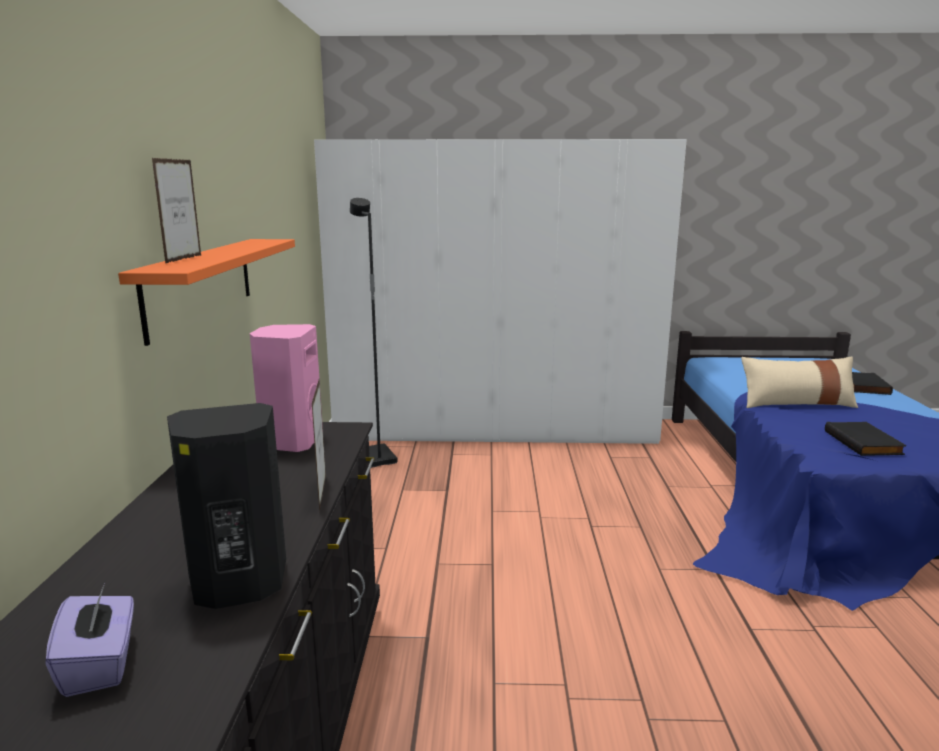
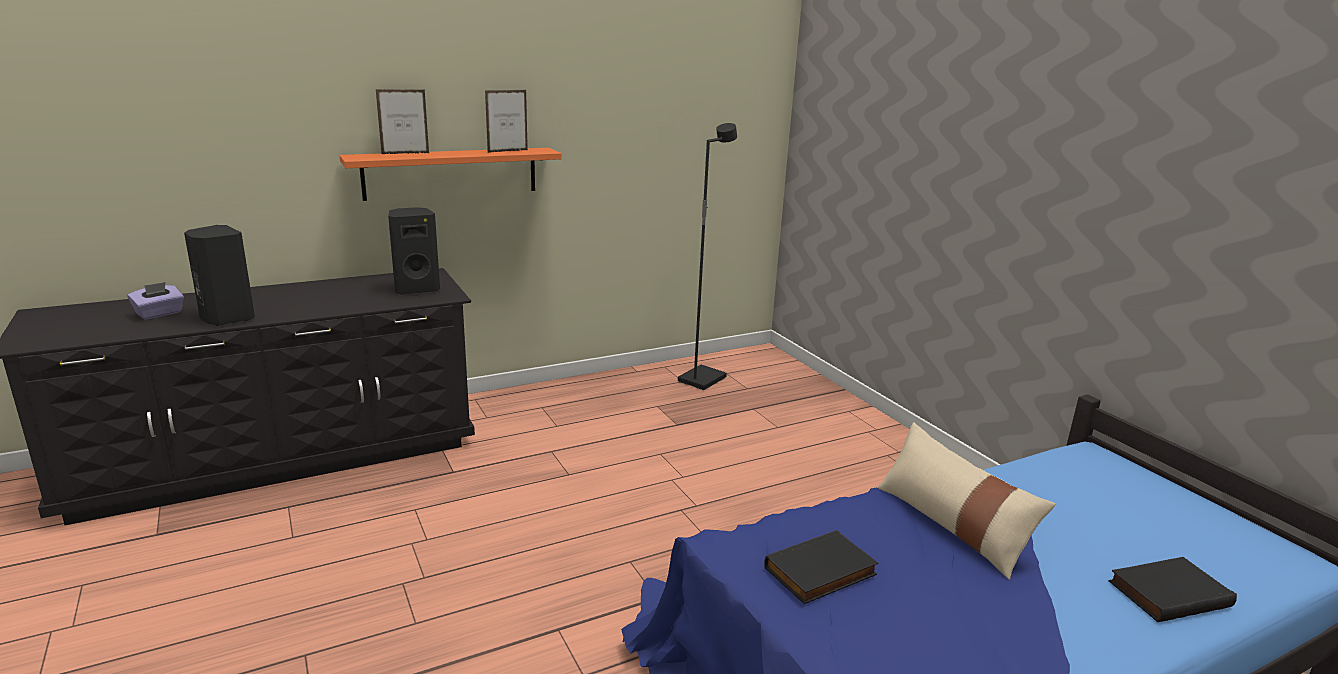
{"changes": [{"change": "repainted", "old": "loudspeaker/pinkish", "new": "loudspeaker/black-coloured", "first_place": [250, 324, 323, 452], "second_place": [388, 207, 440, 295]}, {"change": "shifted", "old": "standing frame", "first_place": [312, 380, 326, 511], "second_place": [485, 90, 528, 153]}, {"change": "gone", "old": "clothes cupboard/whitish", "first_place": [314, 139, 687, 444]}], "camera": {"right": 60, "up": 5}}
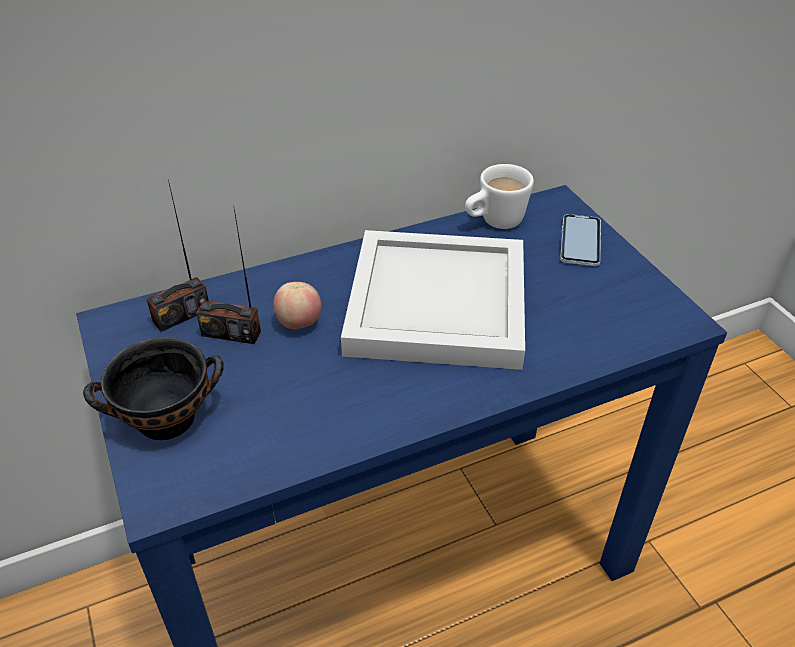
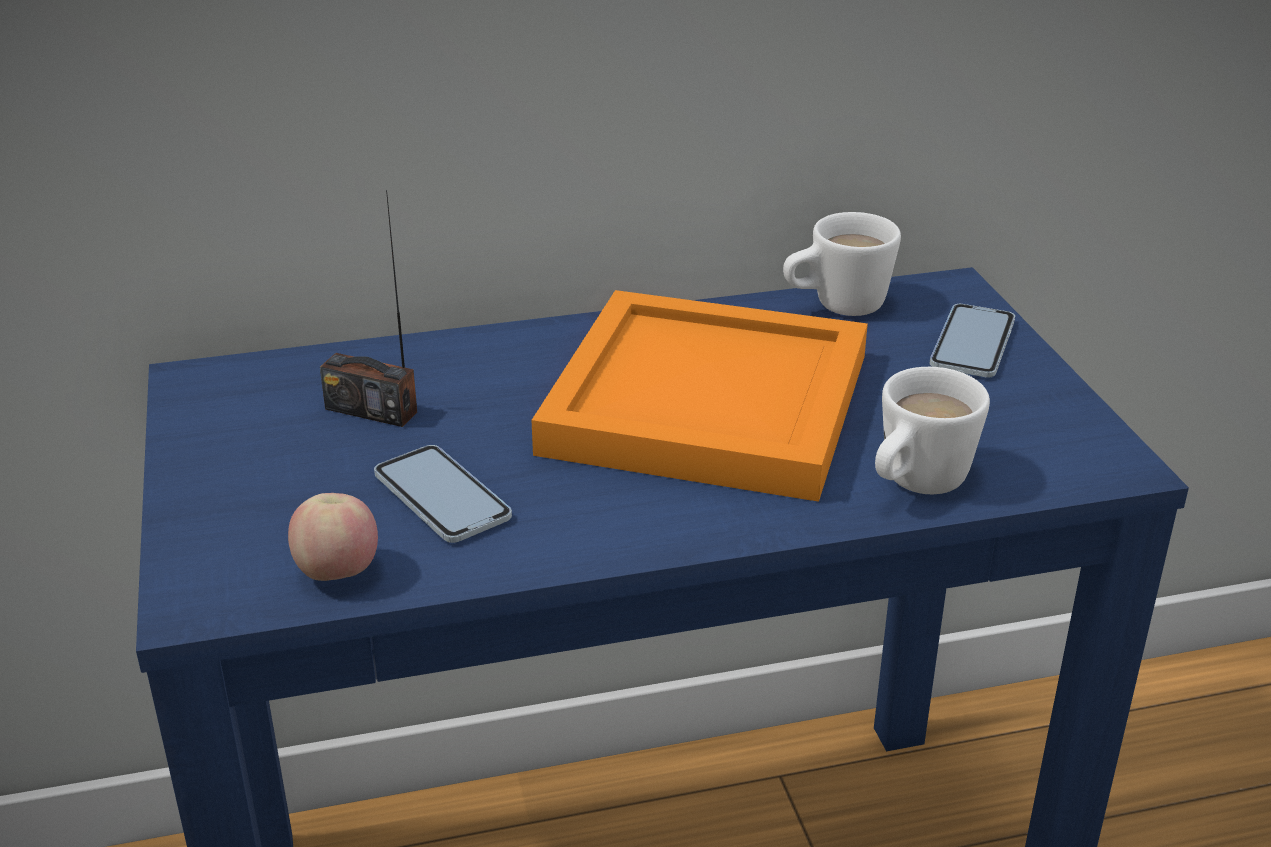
{"changes": [{"change": "gone", "old": "deep dish/black-coloured", "first_place": [83, 337, 224, 440]}, {"change": "gone", "old": "radio receiver", "first_place": [146, 179, 209, 332]}, {"change": "shifted", "old": "apple fruit", "first_place": [274, 282, 321, 329], "second_place": [288, 493, 378, 581]}, {"change": "repainted", "old": "serving tray/whitish", "new": "serving tray/orange-coloured", "first_place": [341, 230, 525, 370], "second_place": [531, 290, 868, 502]}, {"change": "new", "new": "telephone", "second_place": [374, 445, 512, 543]}, {"change": "new", "new": "tea mug/whitish", "second_place": [875, 367, 990, 494]}], "camera": {"right": 10, "up": -10}}
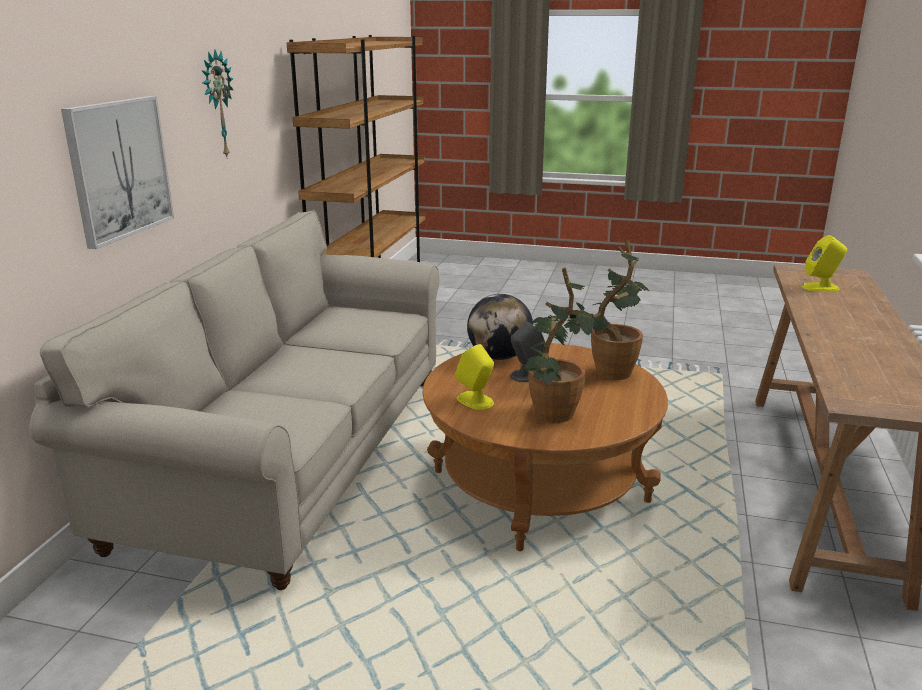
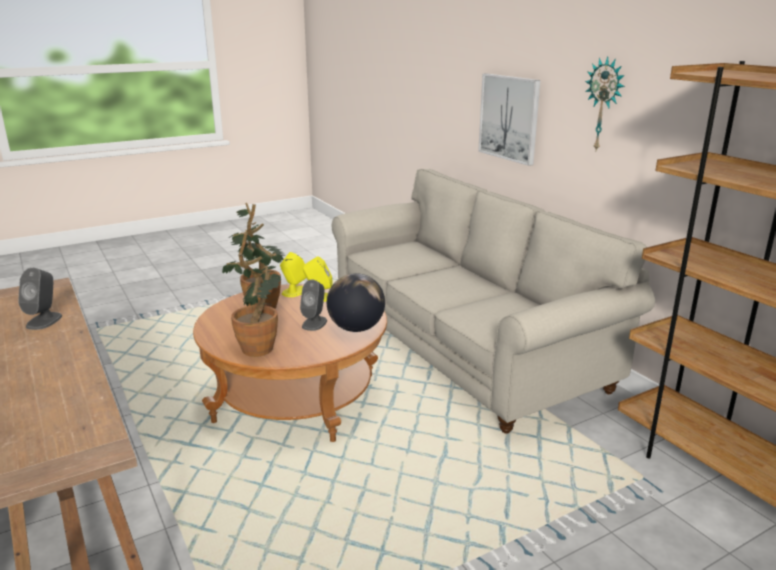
{"changes": [{"change": "shifted", "old": "loudspeaker/yellowish", "first_place": [802, 235, 847, 292], "second_place": [280, 252, 306, 297]}, {"change": "new", "new": "loudspeaker/gray", "second_place": [18, 268, 62, 330]}], "camera": {"right": 135, "up": 0}}
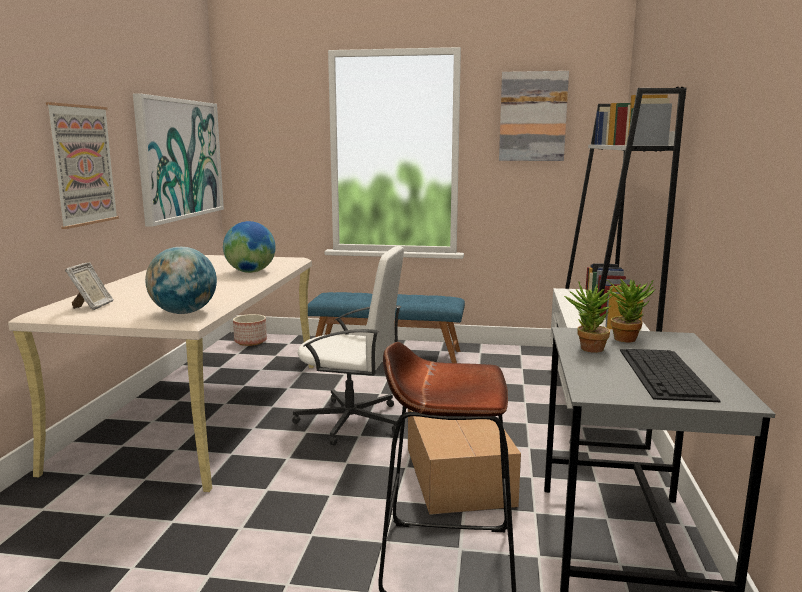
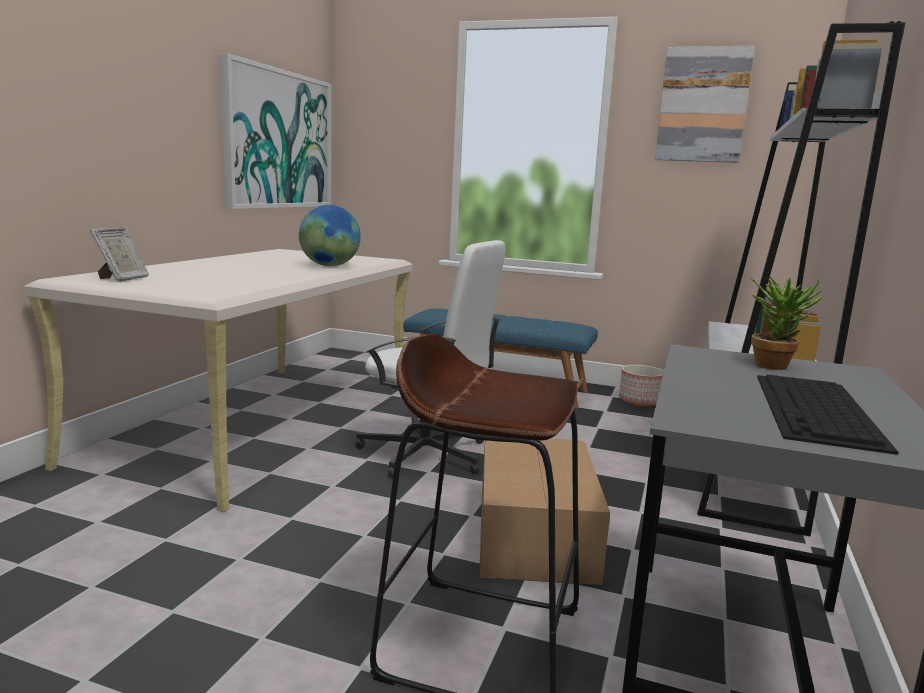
{"changes": [{"change": "gone", "old": "wall picture", "first_place": [46, 102, 119, 229]}, {"change": "gone", "old": "globe", "first_place": [145, 247, 217, 314]}, {"change": "shifted", "old": "plant pot", "first_place": [233, 314, 267, 346], "second_place": [619, 365, 664, 407]}, {"change": "gone", "old": "houseplant", "first_place": [564, 281, 617, 353]}], "camera": {"right": 10, "up": 0}}
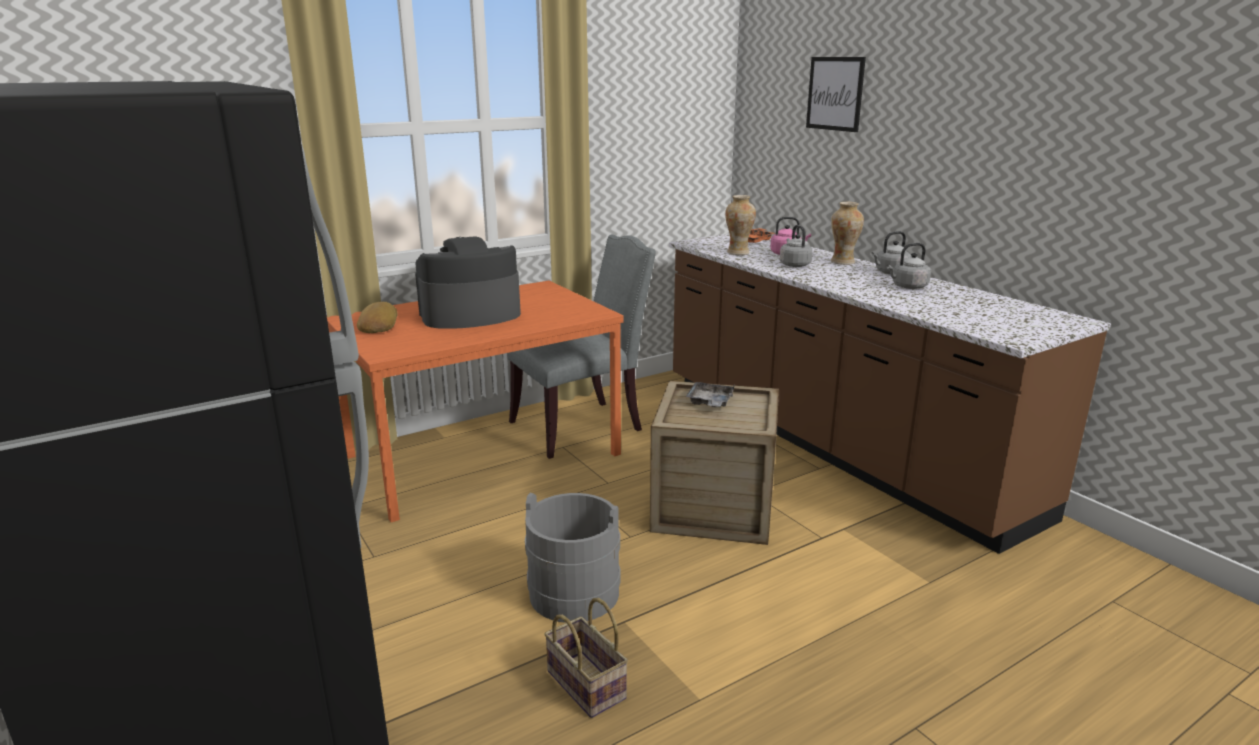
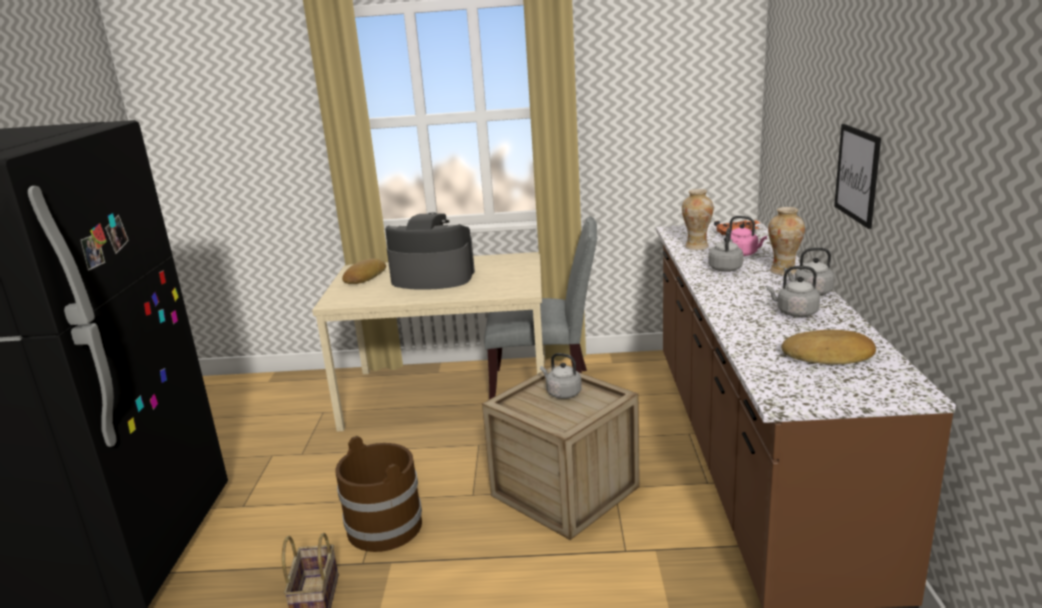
{"changes": [{"change": "repainted", "old": "kitchen table/orange-coloured", "new": "kitchen table/beige", "first_place": [327, 281, 624, 522], "second_place": [312, 252, 545, 431]}, {"change": "repainted", "old": "bucket/gray", "new": "bucket/brownish", "first_place": [525, 493, 621, 623], "second_place": [336, 436, 422, 552]}, {"change": "swapped", "old": "serving tray/gray", "new": "water kettle/gray", "first_place": [686, 382, 735, 407], "second_place": [540, 353, 582, 399]}, {"change": "shifted", "old": "wall picture", "first_place": [806, 57, 866, 132], "second_place": [834, 124, 881, 229]}, {"change": "new", "new": "bakery bread", "second_place": [781, 330, 876, 365]}], "camera": {"right": 35, "up": 0}}
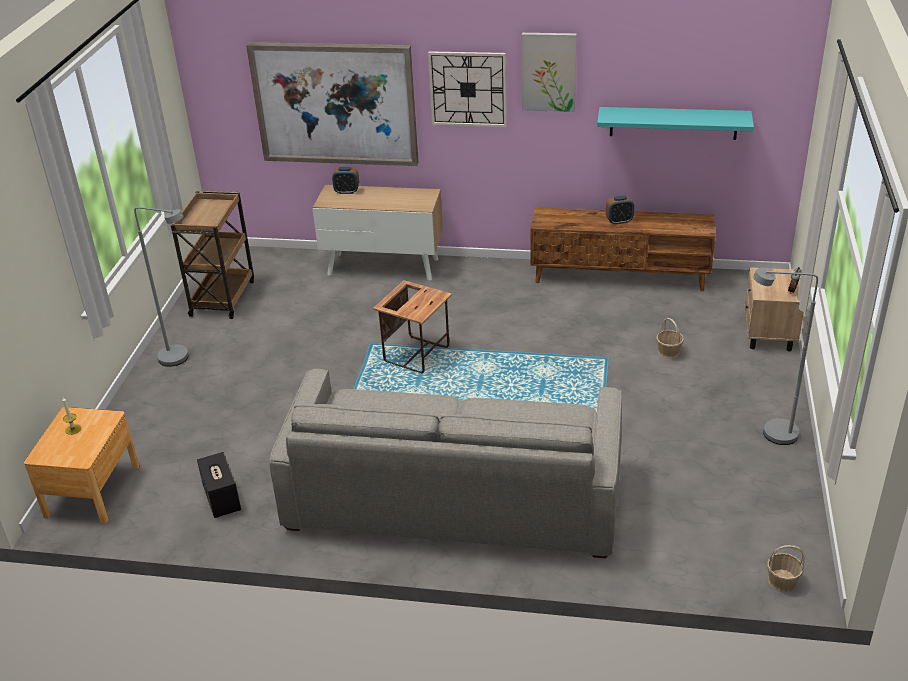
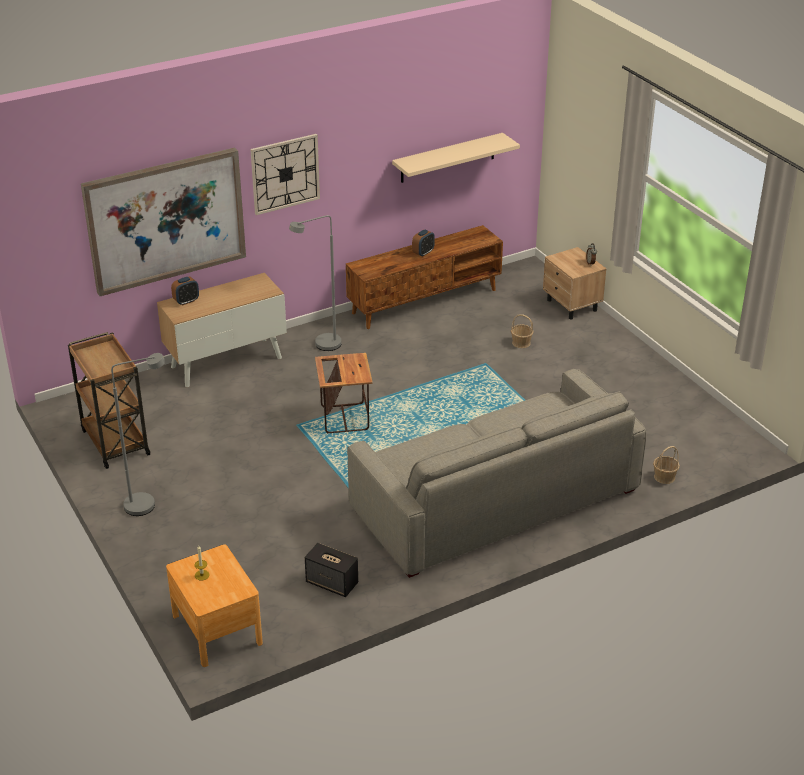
{"changes": [{"change": "gone", "old": "wall picture", "first_place": [522, 33, 577, 112]}, {"change": "repainted", "old": "bracket shelf/turquoise", "new": "bracket shelf/beige", "first_place": [597, 107, 754, 140], "second_place": [392, 133, 520, 183]}, {"change": "shifted", "old": "standard lamp/gray", "first_place": [753, 268, 818, 445], "second_place": [289, 215, 341, 351]}, {"change": "shifted", "old": "basket", "first_place": [767, 545, 805, 593], "second_place": [653, 446, 680, 484]}], "camera": {"right": -40, "up": 0}}
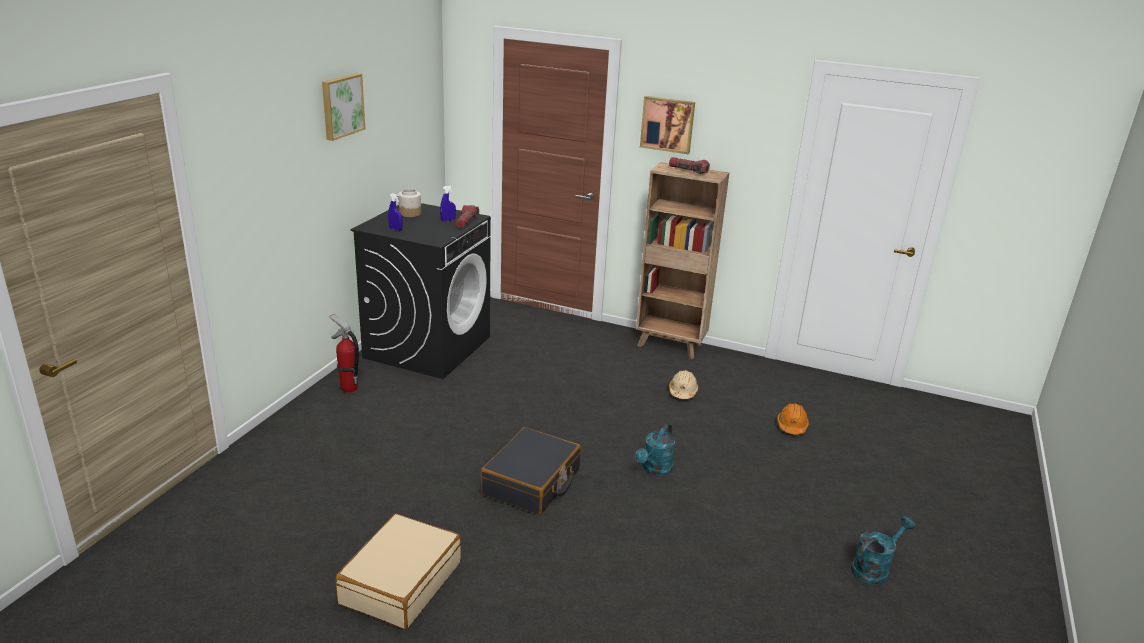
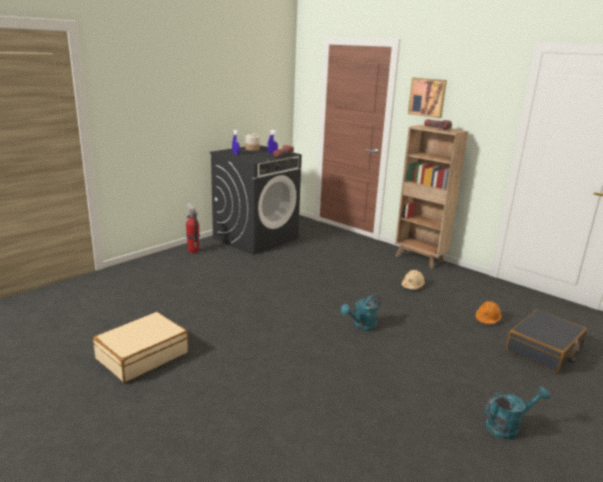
{"changes": [{"change": "gone", "old": "wall picture", "first_place": [322, 73, 365, 141]}, {"change": "shifted", "old": "piece of luggage/black-coloured", "first_place": [480, 427, 581, 515], "second_place": [506, 310, 587, 373]}], "camera": {"right": 20, "up": -5}}
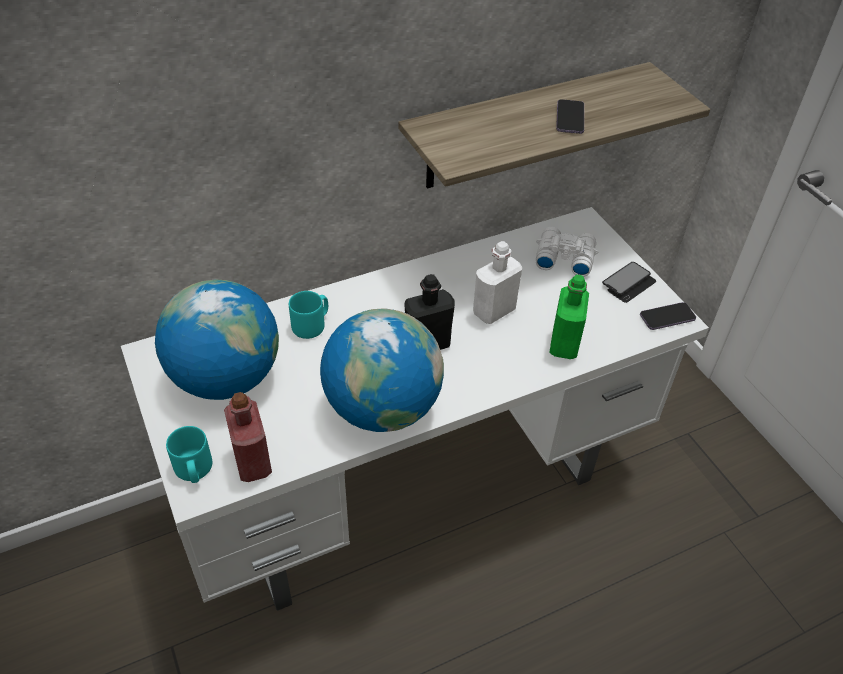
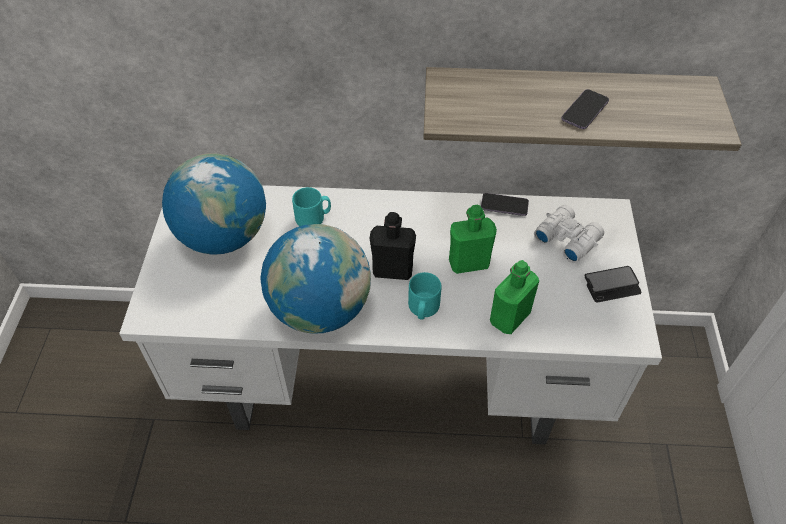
{"changes": [{"change": "shifted", "old": "tea mug/turquoise", "first_place": [166, 426, 212, 483], "second_place": [408, 272, 441, 319]}, {"change": "gone", "old": "bottle/red-coloured", "first_place": [224, 392, 272, 482]}, {"change": "repainted", "old": "bottle/whitish", "new": "bottle/greenish", "first_place": [473, 241, 522, 324], "second_place": [449, 205, 497, 274]}, {"change": "shifted", "old": "telephone", "first_place": [640, 302, 696, 330], "second_place": [481, 193, 529, 216]}], "camera": {"right": 30, "up": 5}}
